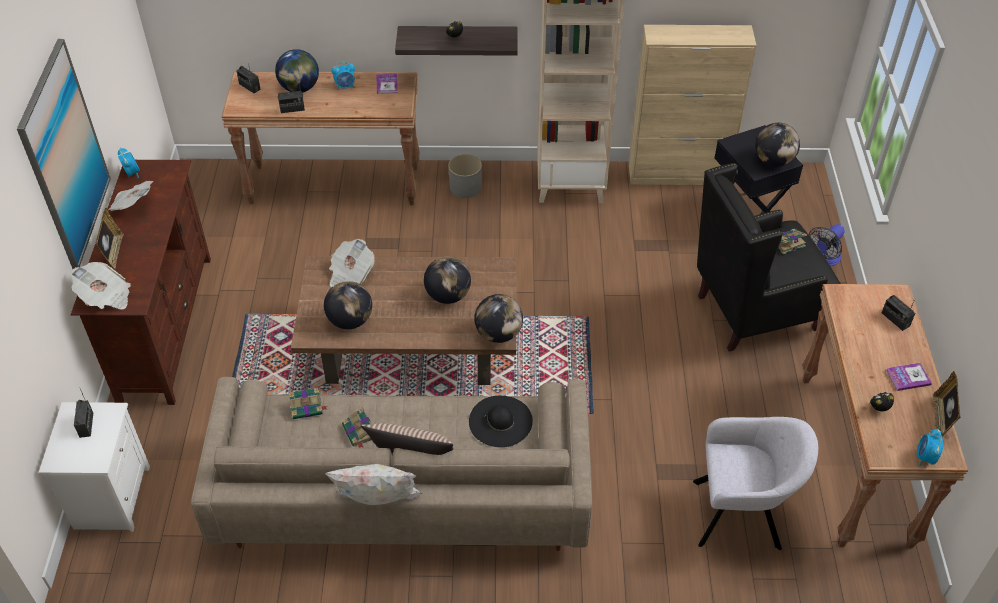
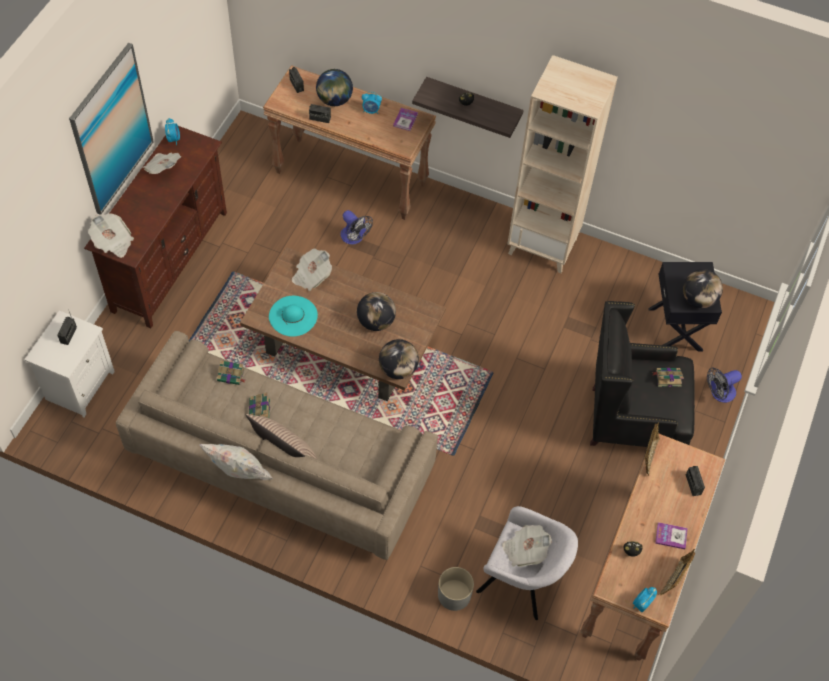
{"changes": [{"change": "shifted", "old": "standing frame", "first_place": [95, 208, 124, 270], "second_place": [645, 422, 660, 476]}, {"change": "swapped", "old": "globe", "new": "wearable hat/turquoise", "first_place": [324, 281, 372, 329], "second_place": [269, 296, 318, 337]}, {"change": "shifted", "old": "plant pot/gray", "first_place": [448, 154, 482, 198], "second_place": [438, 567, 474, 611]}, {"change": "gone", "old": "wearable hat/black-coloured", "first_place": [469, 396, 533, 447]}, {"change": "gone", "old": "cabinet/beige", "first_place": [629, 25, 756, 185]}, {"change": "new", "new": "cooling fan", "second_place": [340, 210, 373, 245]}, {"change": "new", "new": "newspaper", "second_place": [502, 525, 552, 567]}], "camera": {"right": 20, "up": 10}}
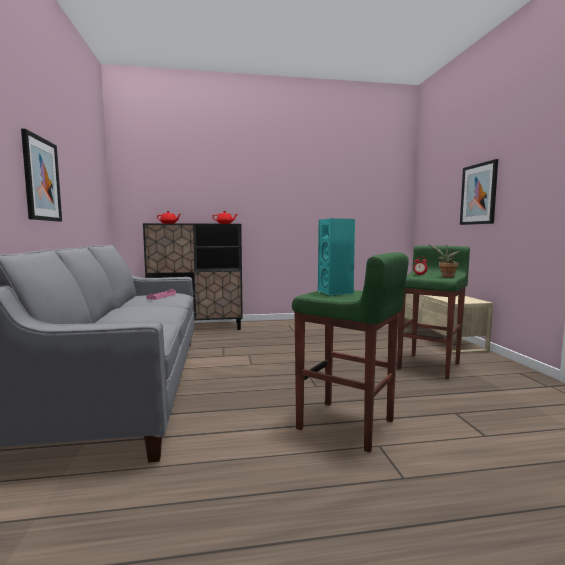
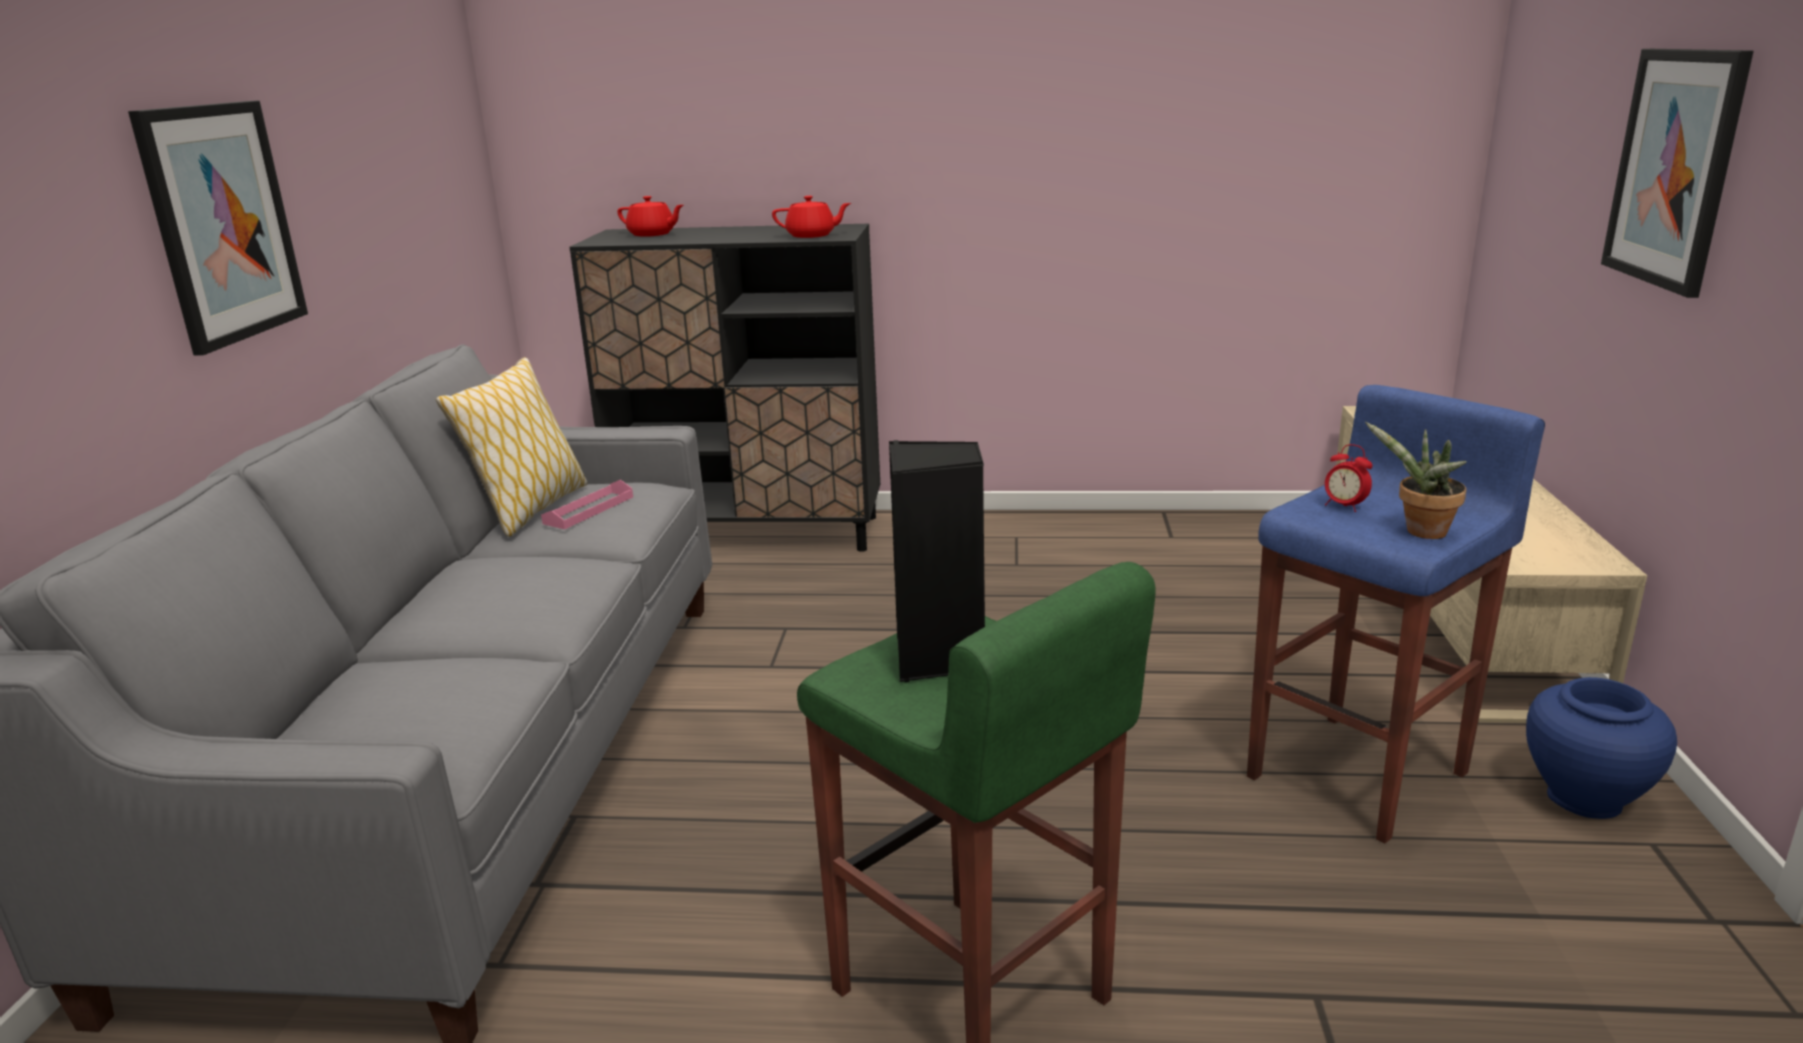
{"changes": [{"change": "repainted", "old": "loudspeaker/turquoise", "new": "loudspeaker/black-coloured", "first_place": [318, 218, 355, 296], "second_place": [889, 440, 985, 682]}, {"change": "repainted", "old": "sitting stool/greenish", "new": "sitting stool/blue", "first_place": [397, 246, 470, 379], "second_place": [1247, 385, 1545, 843]}, {"change": "new", "new": "cushion", "second_place": [436, 357, 587, 537]}, {"change": "new", "new": "flower vase/blue", "second_place": [1526, 677, 1677, 819]}], "camera": {"right": 15, "up": 15}}
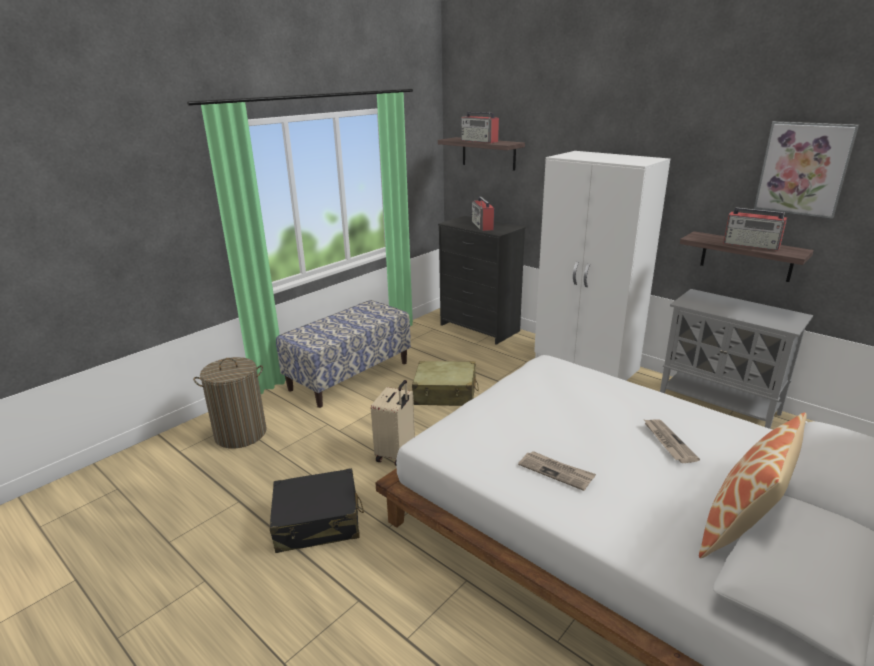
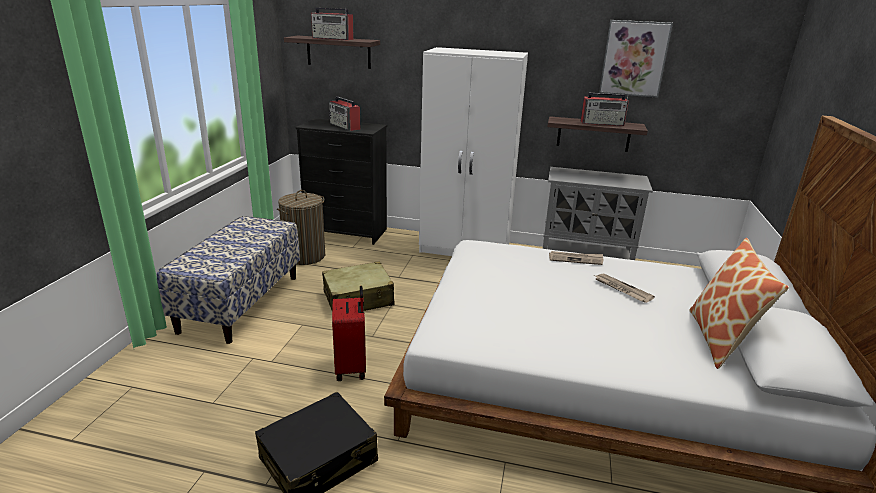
{"changes": [{"change": "shifted", "old": "hamper", "first_place": [193, 357, 266, 448], "second_place": [277, 190, 325, 265]}, {"change": "repainted", "old": "piece of luggage/beige", "new": "piece of luggage/red-coloured", "first_place": [371, 380, 415, 466], "second_place": [332, 286, 366, 381]}, {"change": "shifted", "old": "newspaper", "first_place": [518, 451, 596, 491], "second_place": [549, 251, 603, 265]}], "camera": {"right": -30, "up": 0}}
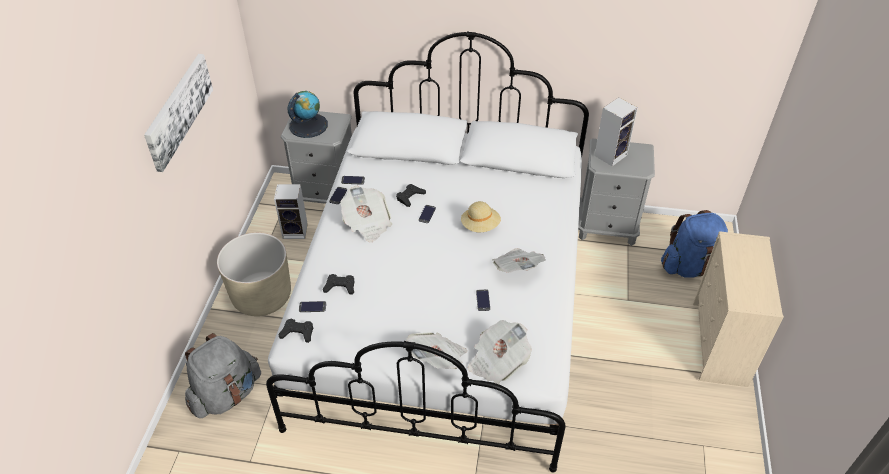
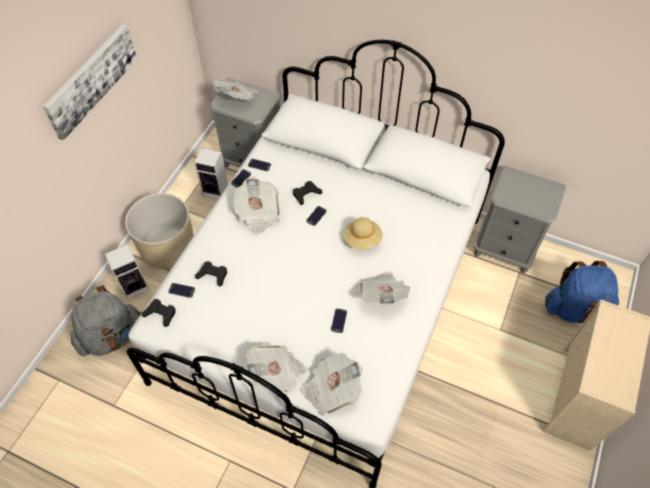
{"changes": [{"change": "swapped", "old": "globe", "new": "newspaper", "first_place": [287, 91, 328, 138], "second_place": [212, 79, 259, 100]}, {"change": "shifted", "old": "loudspeaker", "first_place": [594, 97, 638, 166], "second_place": [105, 244, 149, 300]}], "camera": {"right": 15, "up": 10}}
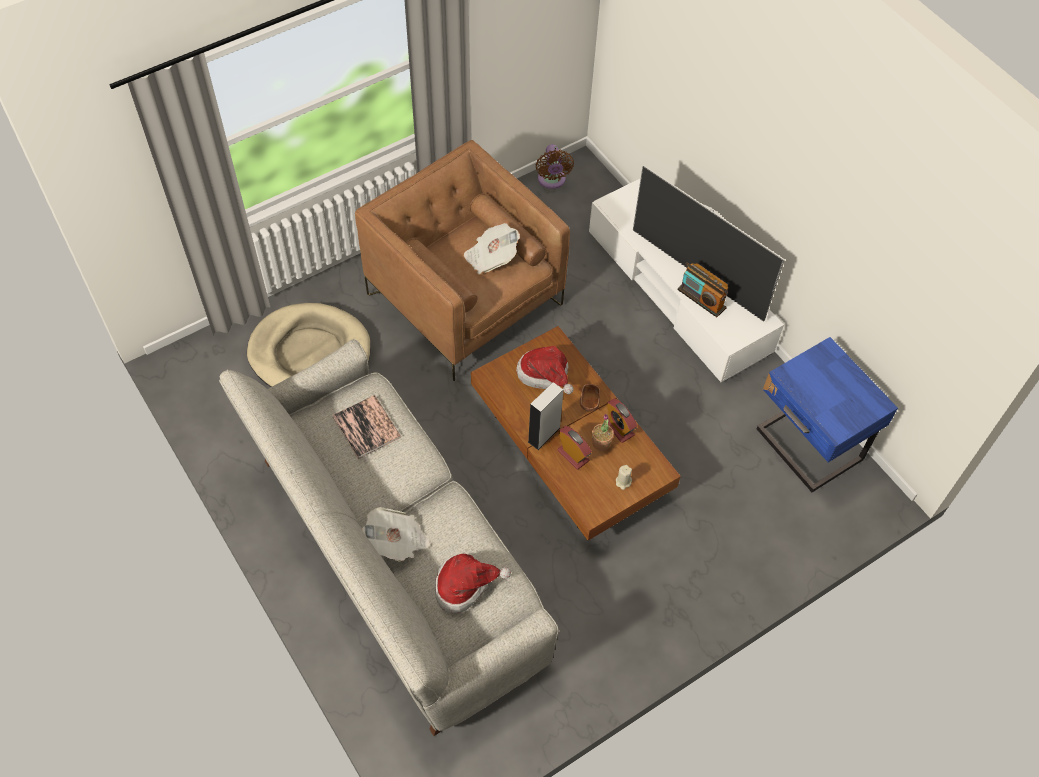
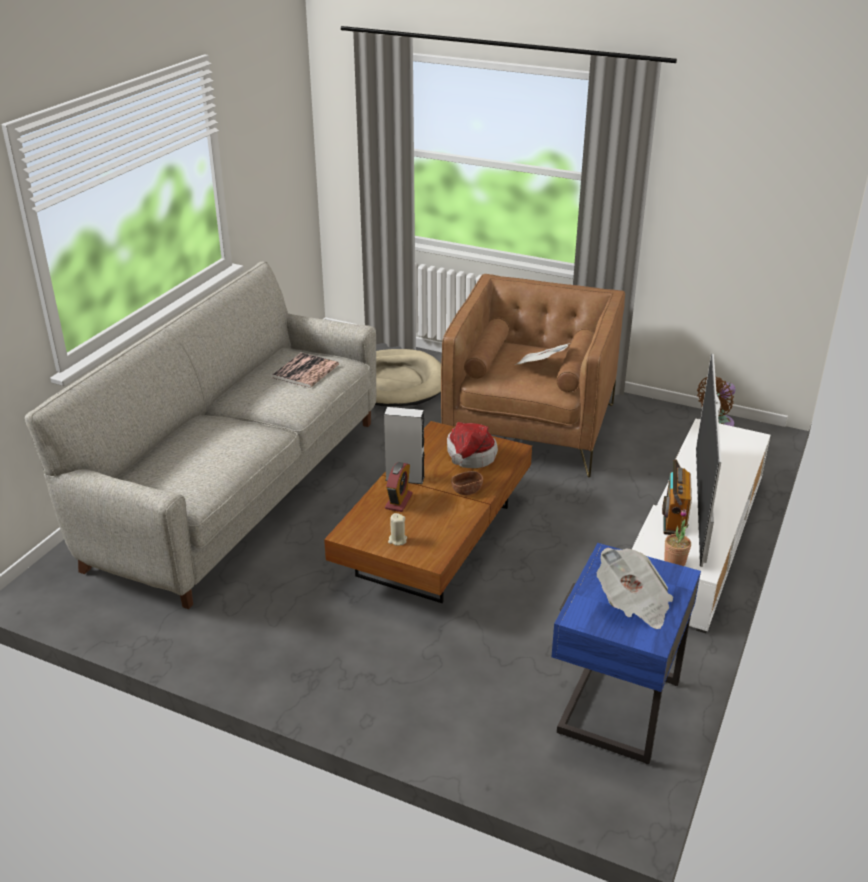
{"changes": [{"change": "shifted", "old": "newspaper", "first_place": [362, 507, 430, 562], "second_place": [596, 548, 673, 629]}, {"change": "gone", "old": "wearable hat", "first_place": [435, 554, 511, 614]}, {"change": "shifted", "old": "houseplant", "first_place": [592, 414, 614, 451], "second_place": [664, 509, 691, 566]}, {"change": "gone", "old": "bedside clock", "first_place": [607, 398, 637, 443]}], "camera": {"right": 60, "up": -25}}
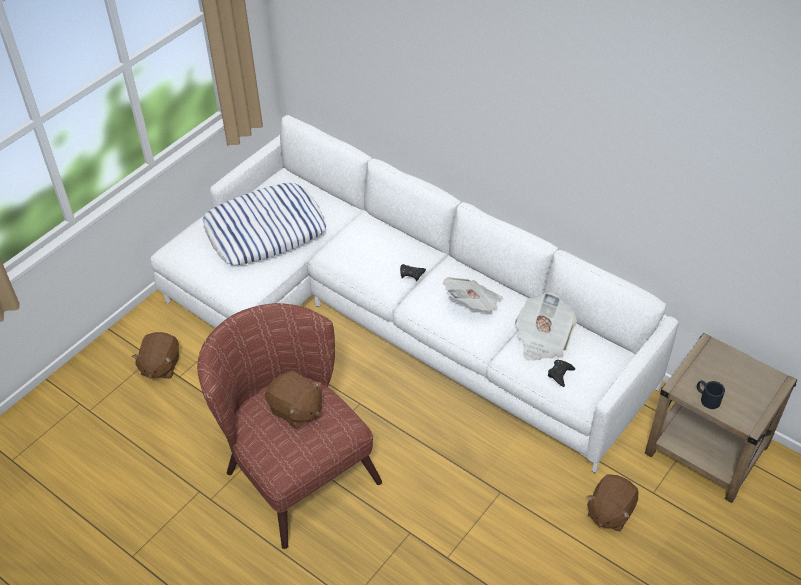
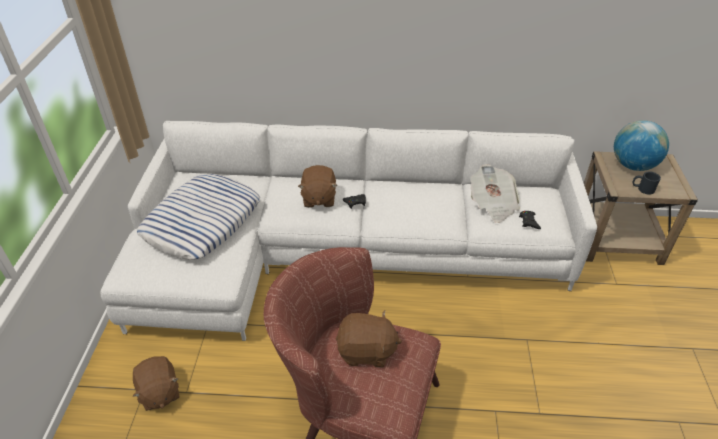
{"changes": [{"change": "gone", "old": "newspaper", "first_place": [443, 277, 503, 312]}, {"change": "shifted", "old": "plush toy/brownish", "first_place": [587, 474, 638, 531], "second_place": [298, 165, 338, 208]}, {"change": "new", "new": "globe", "second_place": [614, 120, 669, 171]}], "camera": {"right": -35, "up": -5}}
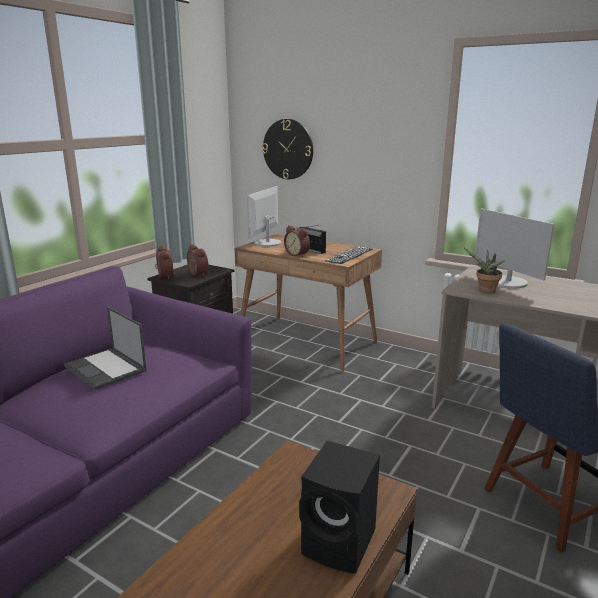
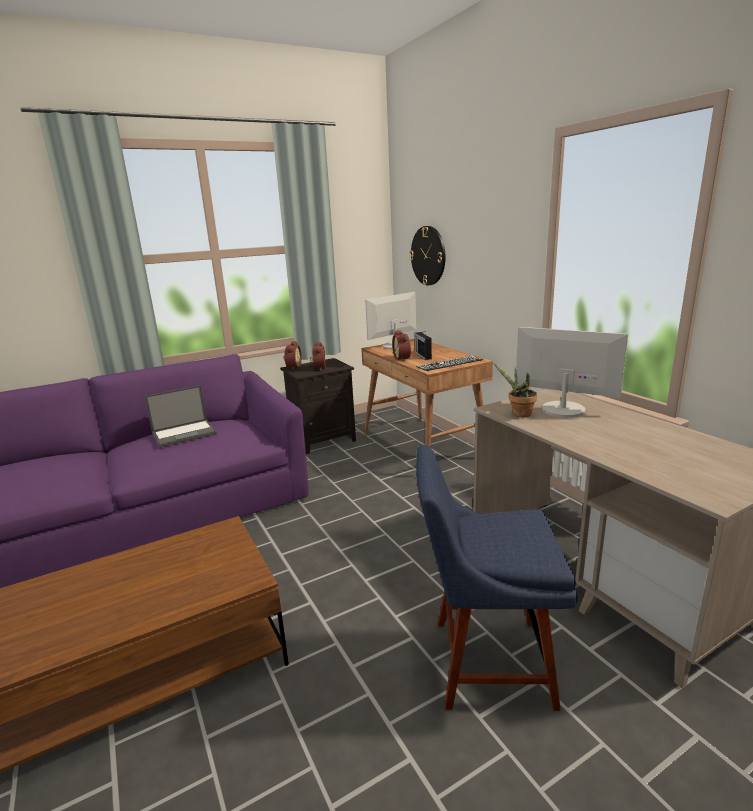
{"changes": [{"change": "rotated", "old": "notebook computer", "first_place": [64, 306, 147, 390], "second_place": [144, 385, 217, 448], "degrees": -105}, {"change": "gone", "old": "loudspeaker/black-coloured", "first_place": [299, 441, 380, 574]}, {"change": "rotated", "old": "computer screen", "first_place": [475, 208, 554, 288], "second_place": [516, 327, 628, 418], "degrees": 120}], "camera": {"right": 30, "up": 0}}
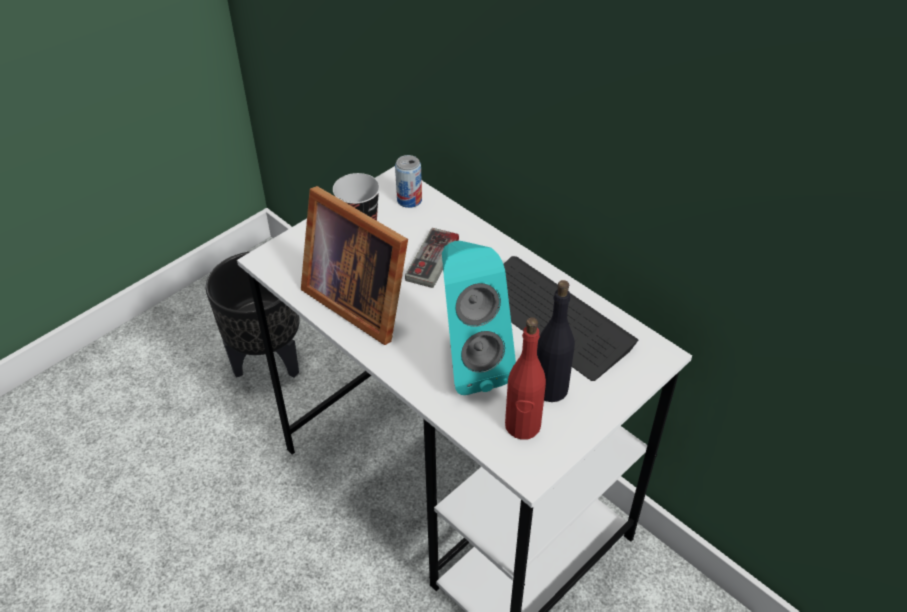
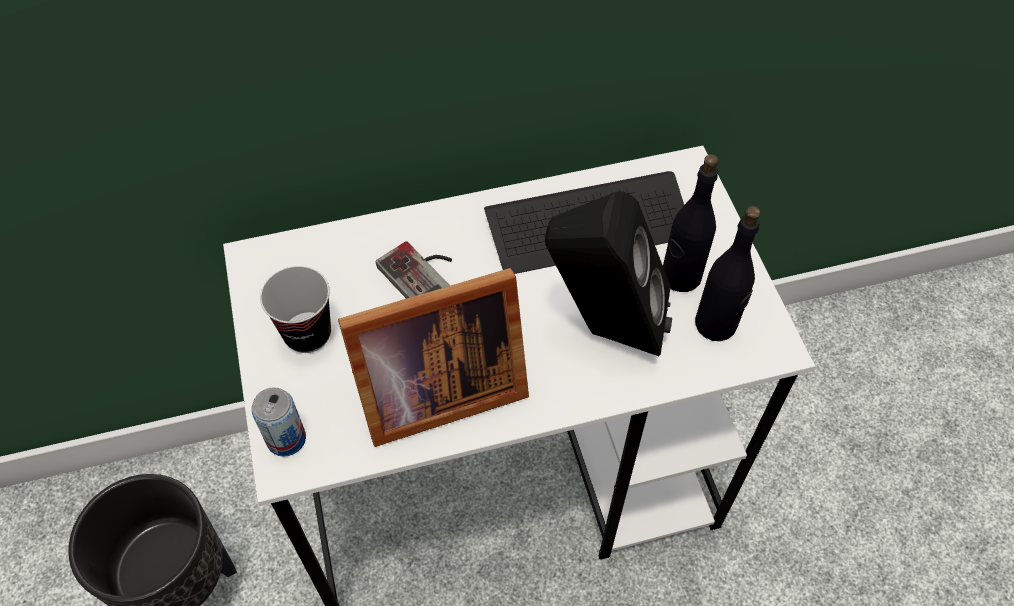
{"changes": [{"change": "shifted", "old": "sealed can", "first_place": [395, 155, 422, 208], "second_place": [252, 387, 306, 457]}, {"change": "repainted", "old": "loudspeaker/turquoise", "new": "loudspeaker/black-coloured", "first_place": [442, 241, 516, 395], "second_place": [545, 192, 672, 356]}, {"change": "repainted", "old": "bottle/red-coloured", "new": "bottle/black-coloured", "first_place": [505, 317, 546, 440], "second_place": [695, 206, 761, 341]}], "camera": {"right": -60, "up": 10}}
